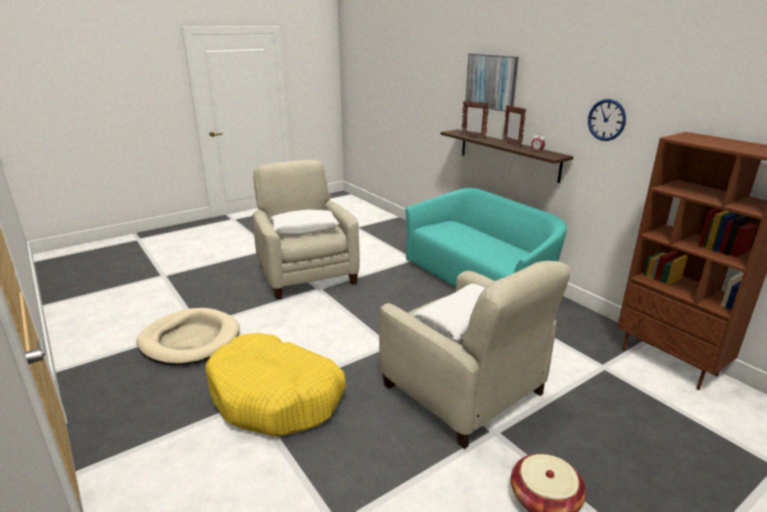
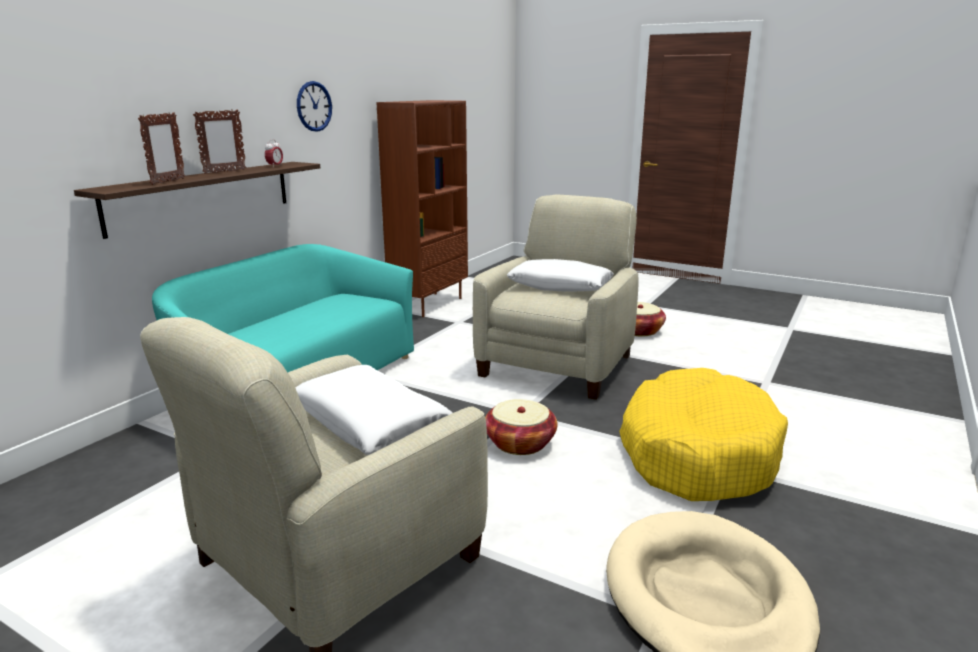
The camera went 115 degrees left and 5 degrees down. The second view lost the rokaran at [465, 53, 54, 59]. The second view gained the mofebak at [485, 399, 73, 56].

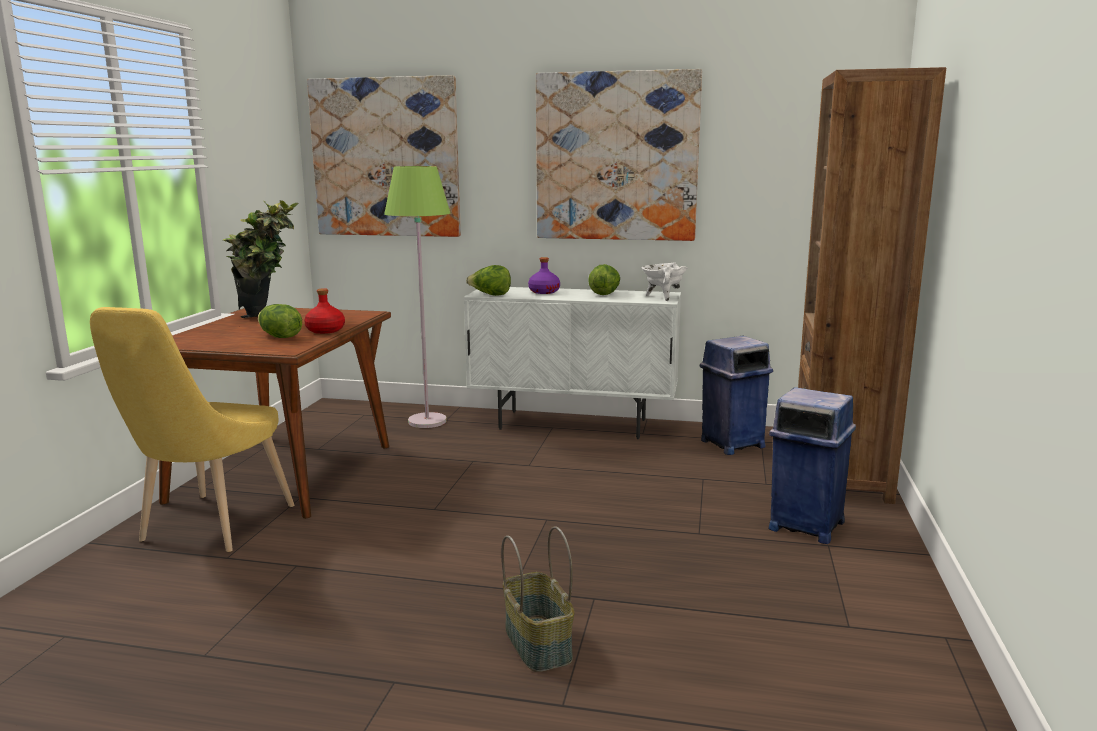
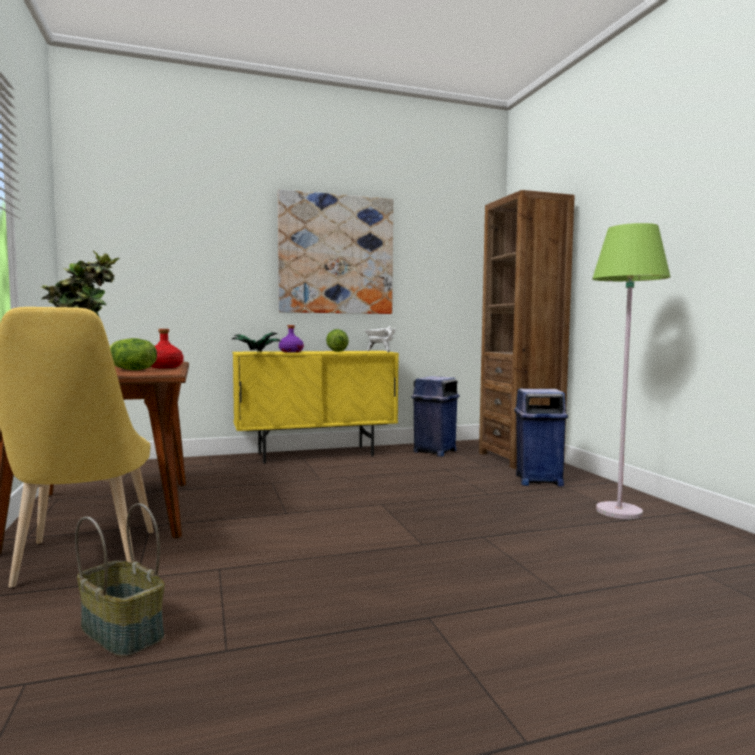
The camera went 30 degrees left and 10 degrees down. The second view lost the rokaran at [307, 75, 154, 162]. The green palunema ended up elsewhere, having gone from [384, 166, 66, 262] to [592, 223, 79, 296]. Where the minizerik stood at [466, 265, 45, 31], the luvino came to stand at [232, 332, 49, 21]. What was the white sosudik at [464, 287, 217, 152] turned into the yellow sosudik at [232, 351, 167, 113]. The mofebak ended up elsewhere, having gone from [501, 527, 74, 145] to [75, 503, 90, 154].

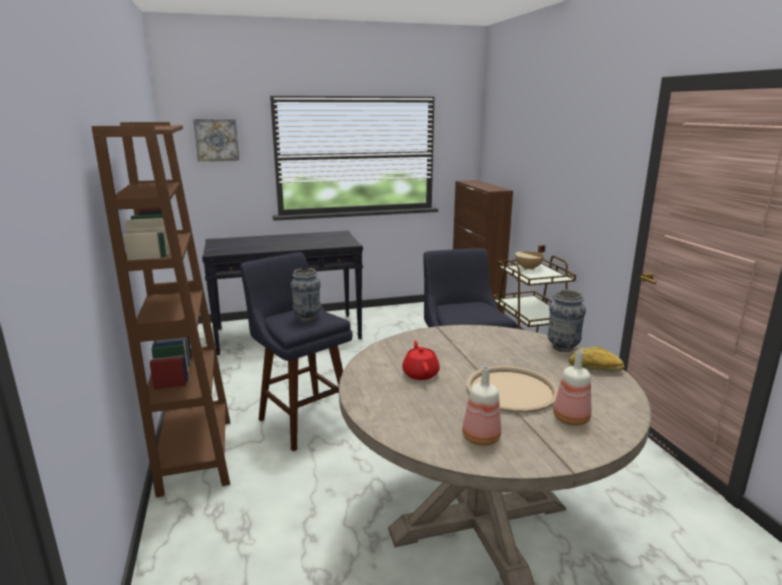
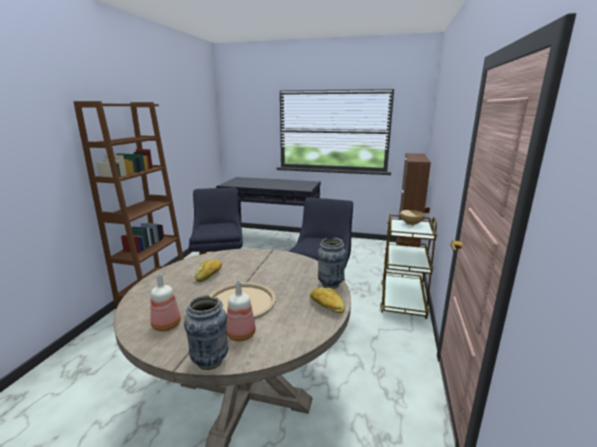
The camera went 30 degrees right and 0 degrees up. The second view lost the rokaran at [193, 119, 46, 43]. The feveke ended up elsewhere, having gone from [291, 268, 30, 53] to [184, 295, 44, 75]. Where the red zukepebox stood at [402, 340, 38, 40], the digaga came to stand at [195, 260, 27, 22].

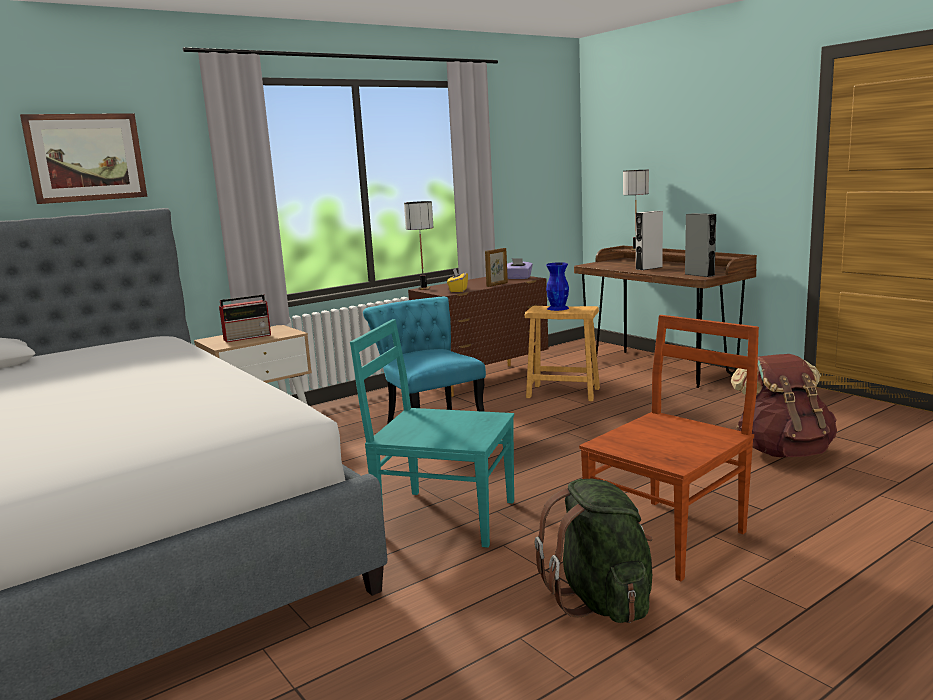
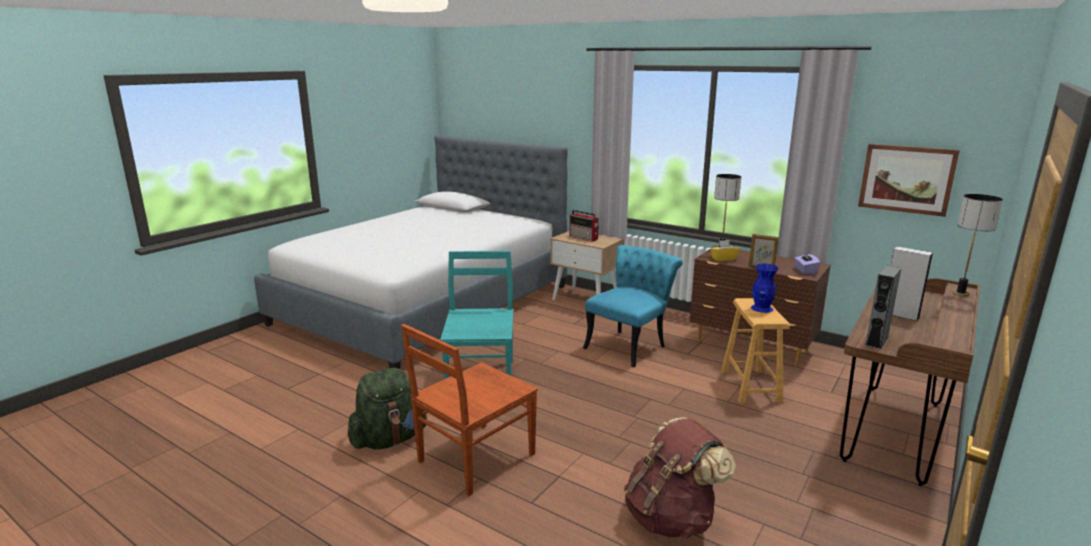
The camera went 70 degrees right and 5 degrees up. The rokaran ended up elsewhere, having gone from [20, 113, 127, 91] to [858, 144, 102, 73]. The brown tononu at [579, 315, 180, 267] ended up facing another way, 105 degrees clockwise from before.

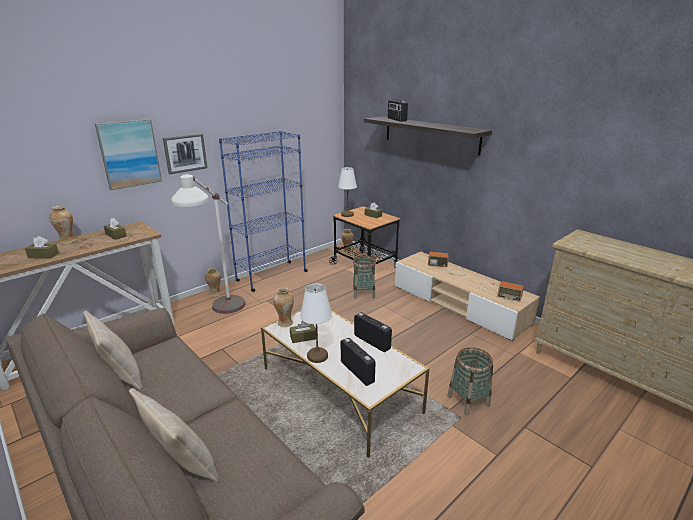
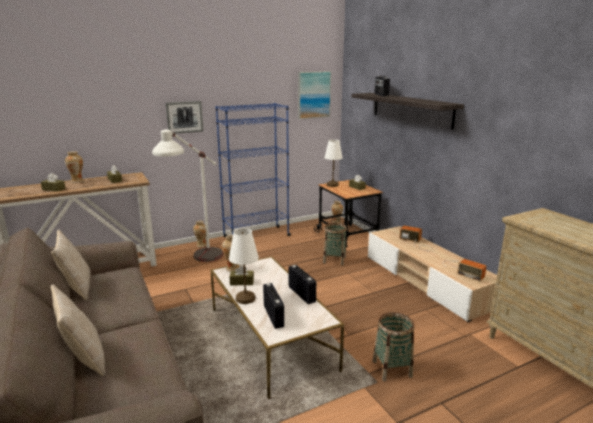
The camera went 15 degrees right and 5 degrees down. The rokaran ended up elsewhere, having gone from [95, 119, 67, 71] to [298, 71, 33, 48].

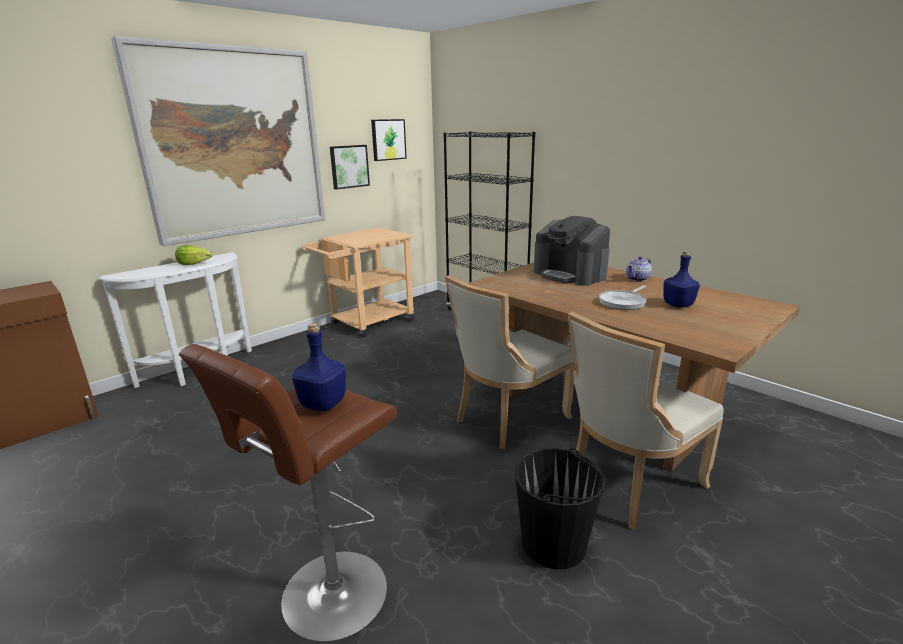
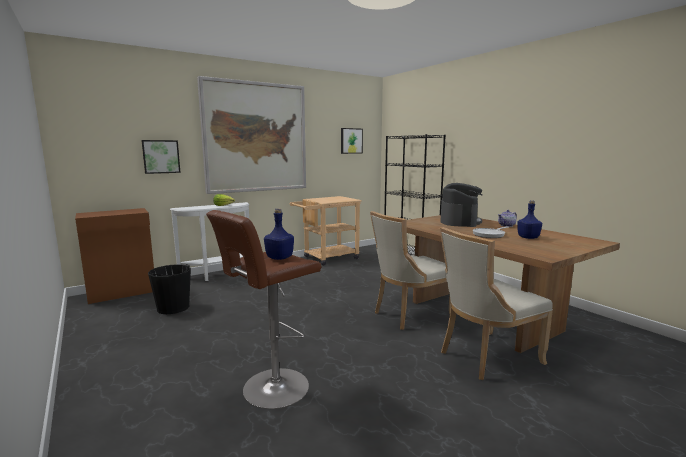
The camera went 10 degrees right and 10 degrees down. The rokaran ended up elsewhere, having gone from [330, 145, 40, 45] to [141, 140, 40, 34]. The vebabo at [534, 216, 76, 70] ended up facing another way, 135 degrees counterclockwise from before. The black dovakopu ended up elsewhere, having gone from [515, 448, 92, 122] to [148, 264, 43, 50].

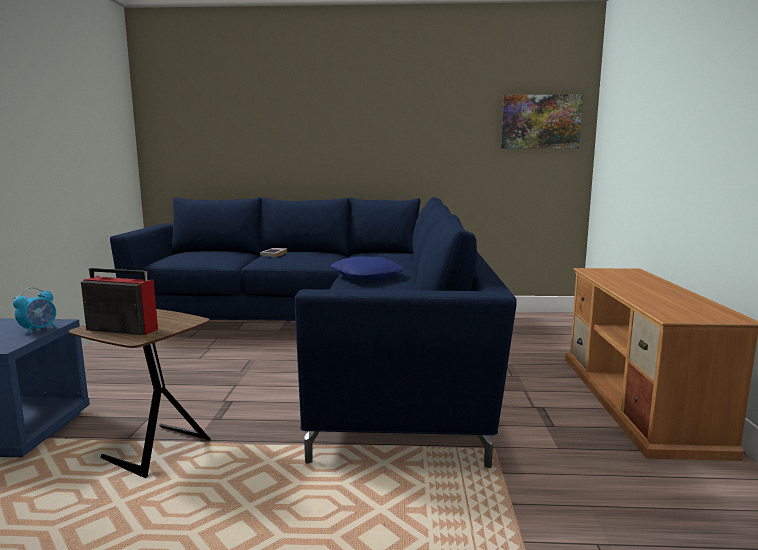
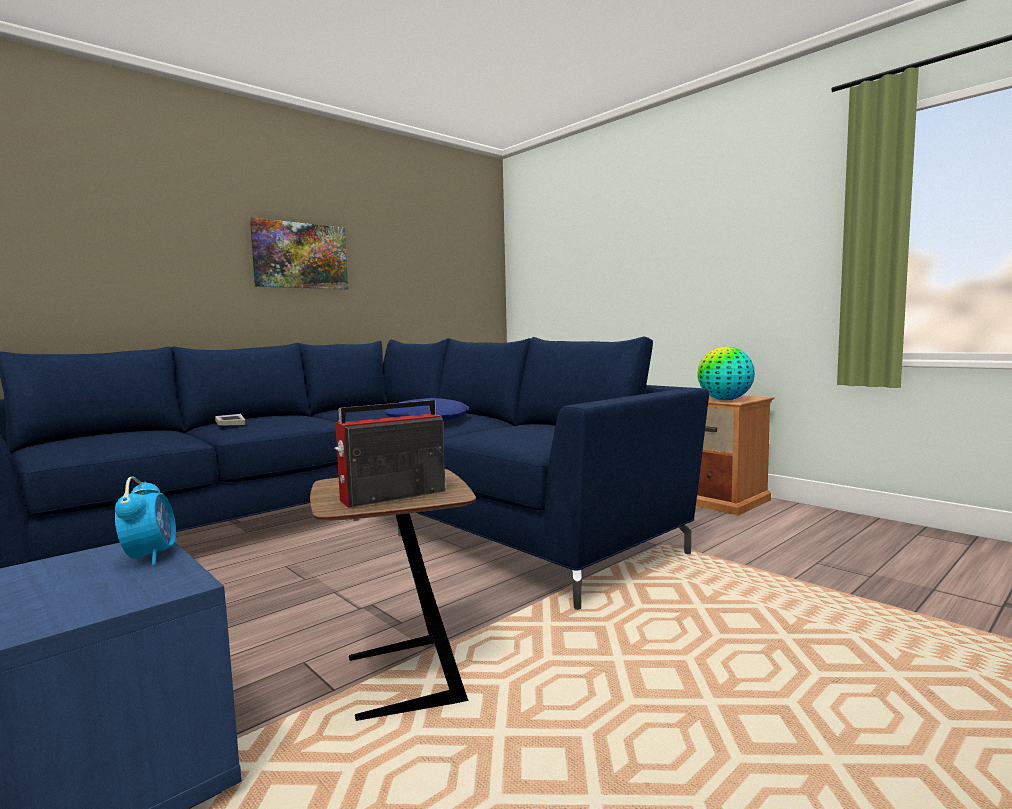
The camera went 45 degrees left and 5 degrees down. The rokaran ended up elsewhere, having gone from [501, 94, 82, 54] to [250, 218, 98, 72]. The second view gained the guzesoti at [697, 346, 58, 54].

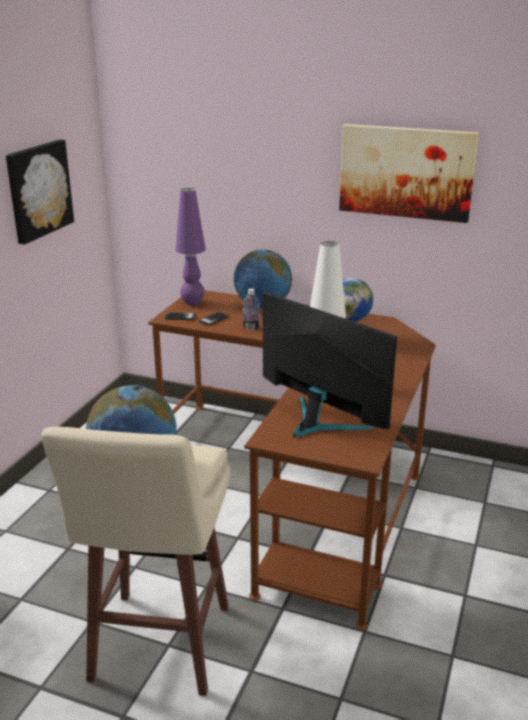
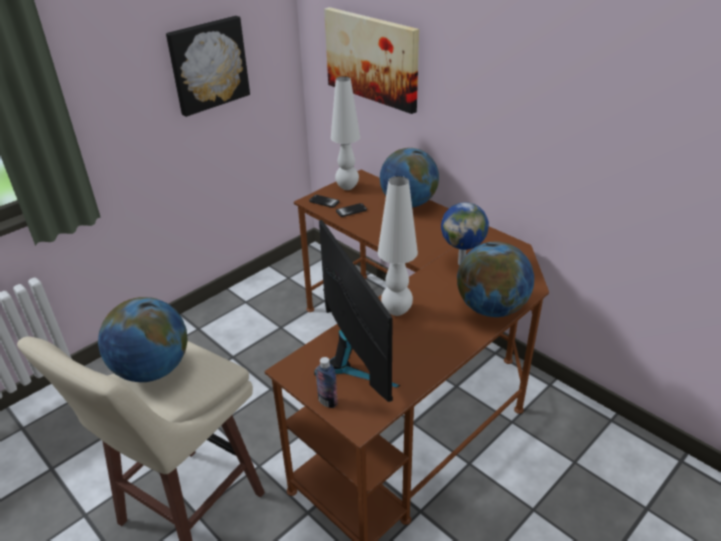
The camera went 25 degrees right and 10 degrees up. The rokaran ended up elsewhere, having gone from [339, 124, 140, 99] to [324, 7, 95, 107]. What was the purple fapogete at [175, 188, 31, 118] turned into the white fapogete at [331, 76, 29, 114]. The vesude ended up elsewhere, having gone from [243, 288, 17, 42] to [316, 357, 22, 51]. The second view gained the guzesoti at [457, 241, 77, 76].

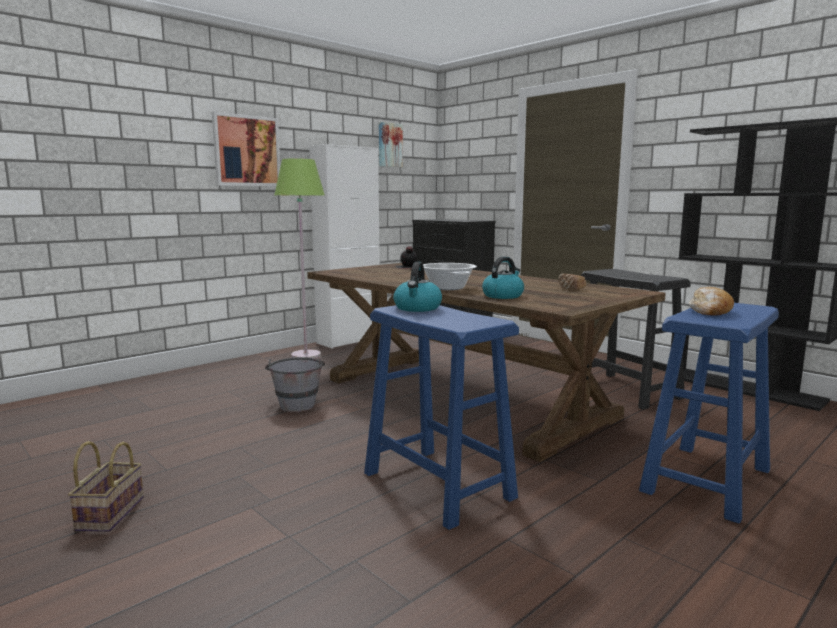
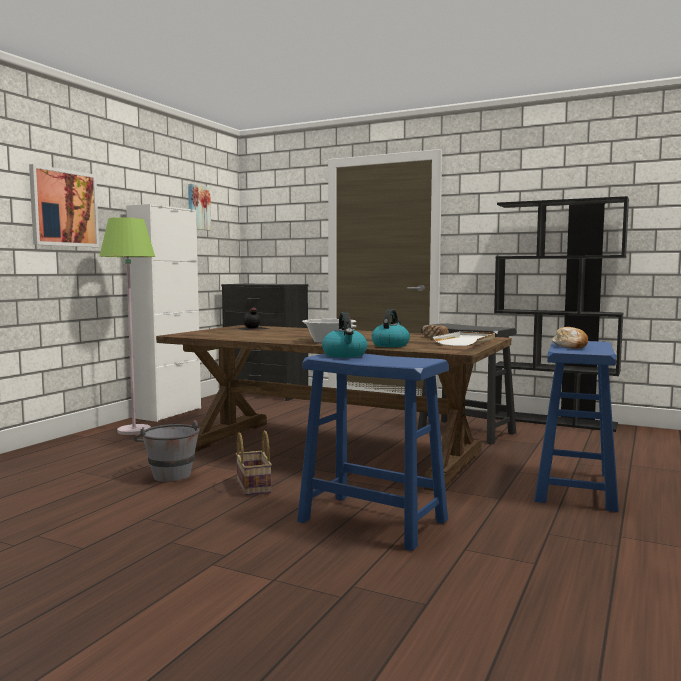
The camera went 20 degrees left and 5 degrees down. The mofebak ended up elsewhere, having gone from [68, 441, 76, 91] to [236, 430, 36, 66]. The second view gained the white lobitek at [433, 331, 62, 15].

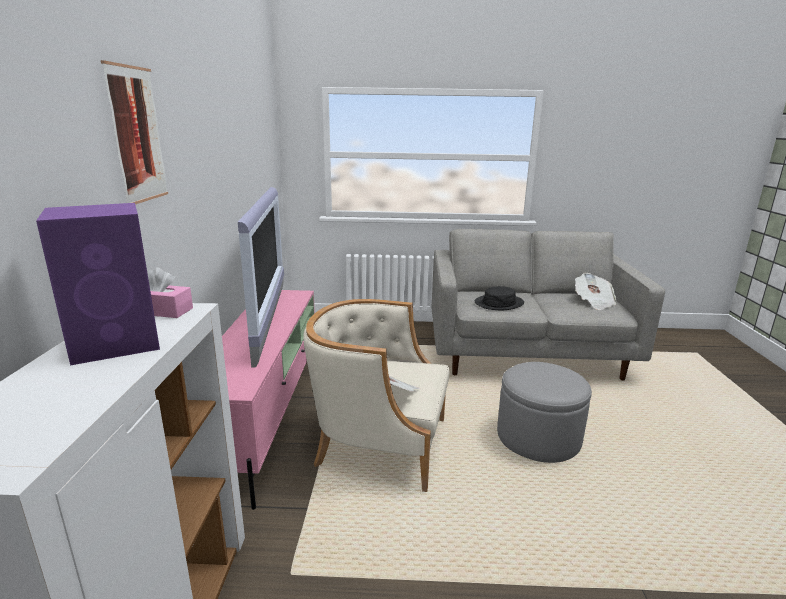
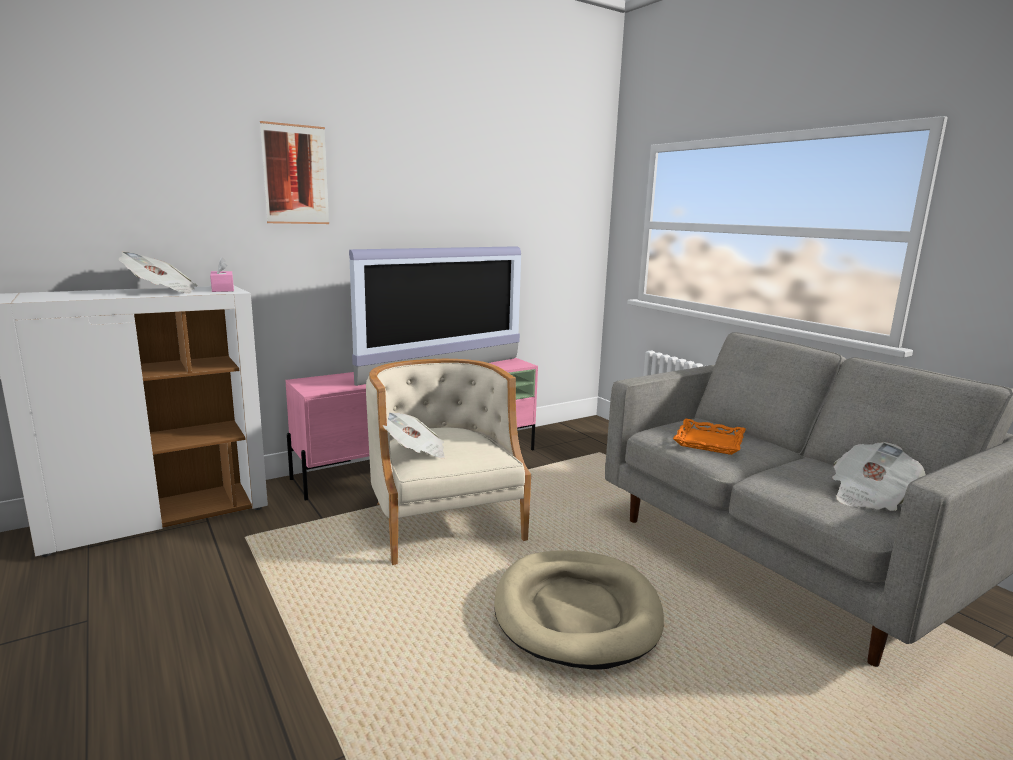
The camera went 55 degrees right and 5 degrees down. Where the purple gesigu stood at [36, 203, 124, 162], the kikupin came to stand at [118, 251, 79, 43]. Where the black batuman stood at [475, 286, 49, 24], the orange lobitek came to stand at [673, 419, 73, 36]. Where the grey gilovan stood at [497, 362, 95, 101], the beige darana came to stand at [494, 551, 170, 119].

